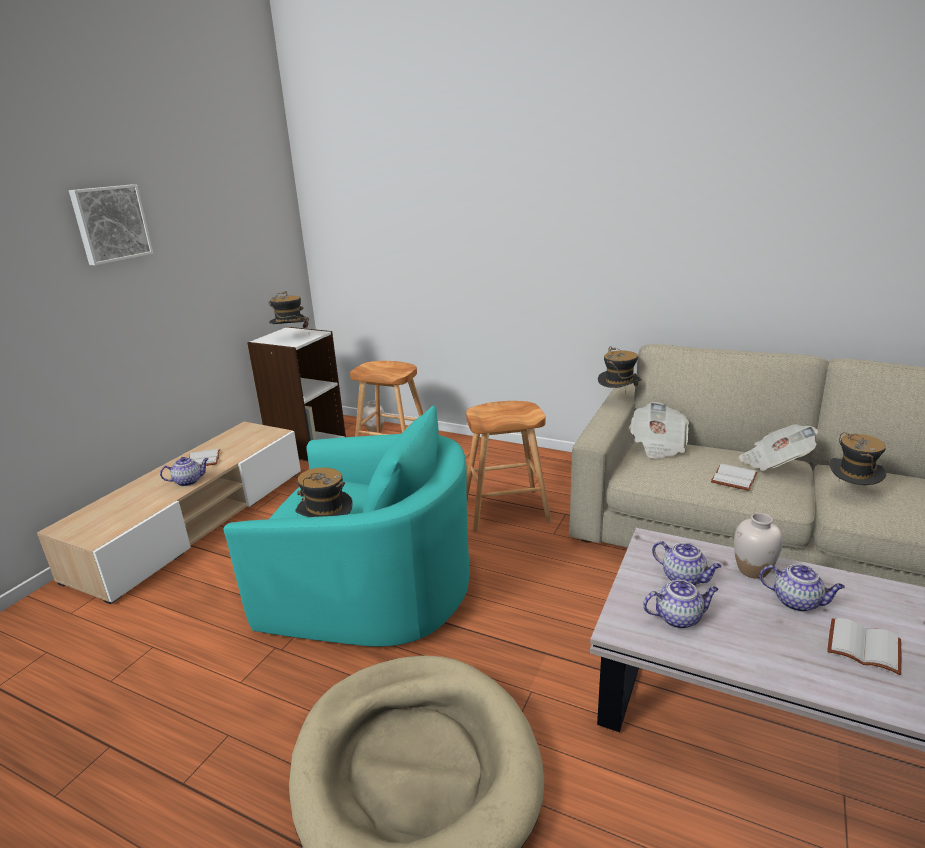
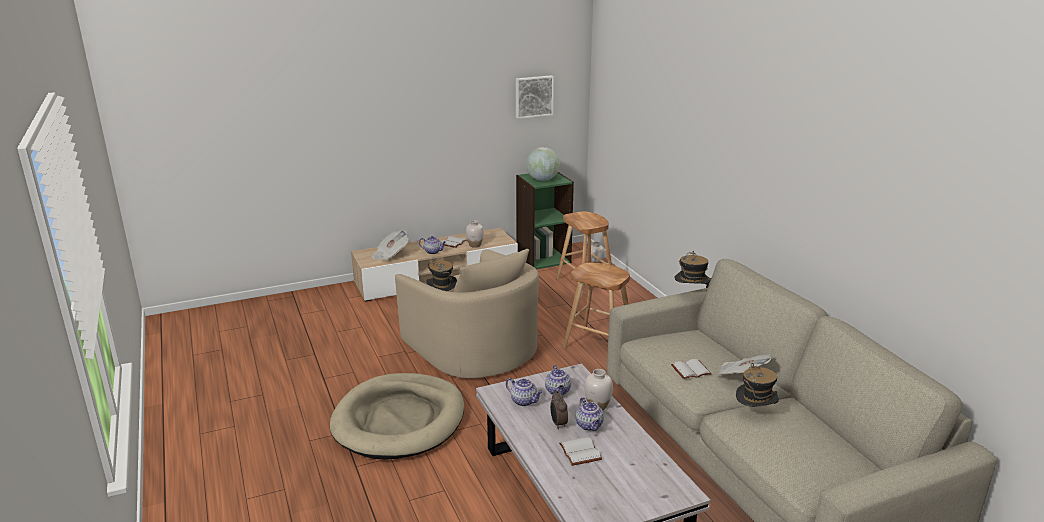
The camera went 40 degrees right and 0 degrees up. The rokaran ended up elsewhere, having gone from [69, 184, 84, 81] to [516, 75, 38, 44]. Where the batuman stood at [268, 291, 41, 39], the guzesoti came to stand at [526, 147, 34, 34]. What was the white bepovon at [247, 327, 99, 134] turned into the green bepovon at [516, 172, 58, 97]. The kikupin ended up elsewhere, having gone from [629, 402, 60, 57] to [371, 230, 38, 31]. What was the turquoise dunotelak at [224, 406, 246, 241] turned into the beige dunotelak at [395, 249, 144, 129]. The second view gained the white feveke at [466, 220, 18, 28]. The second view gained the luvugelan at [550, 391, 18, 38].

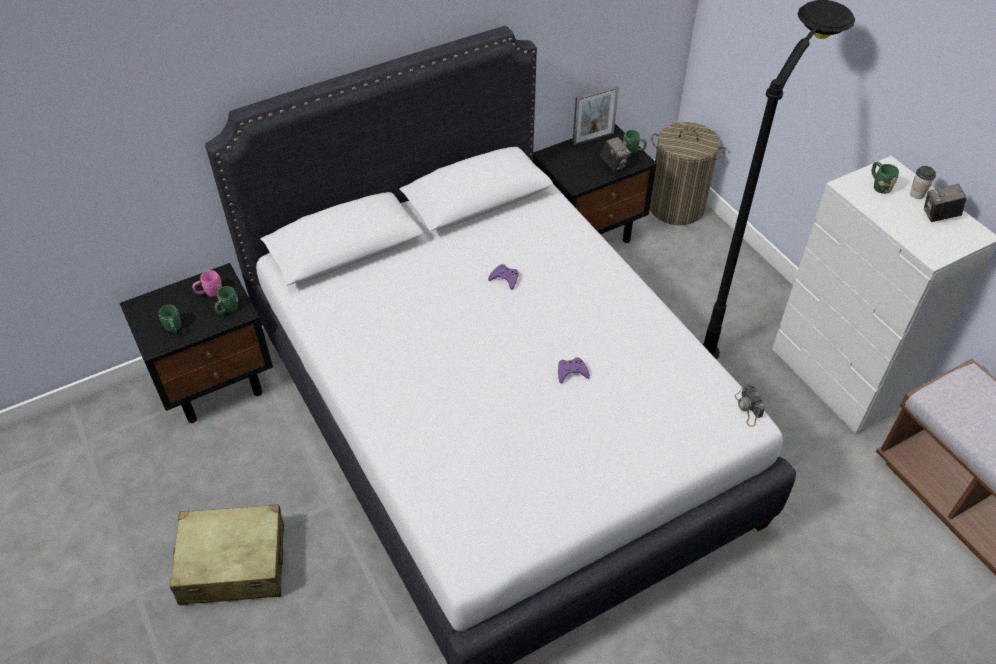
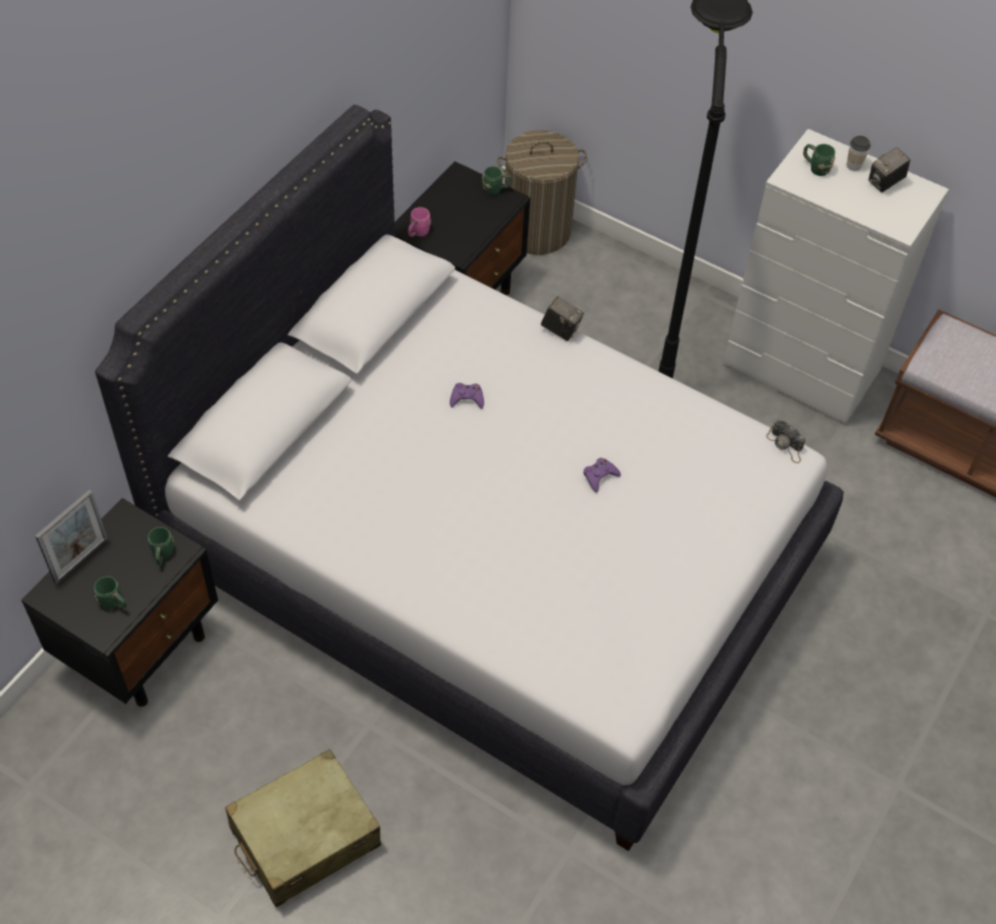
The camera went 30 degrees left and 5 degrees up. The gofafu ended up elsewhere, having gone from [572, 85, 47, 60] to [35, 490, 73, 94]. The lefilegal ended up elsewhere, having gone from [601, 137, 30, 34] to [541, 296, 43, 45]. The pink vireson ended up elsewhere, having gone from [192, 270, 30, 27] to [408, 207, 23, 30].

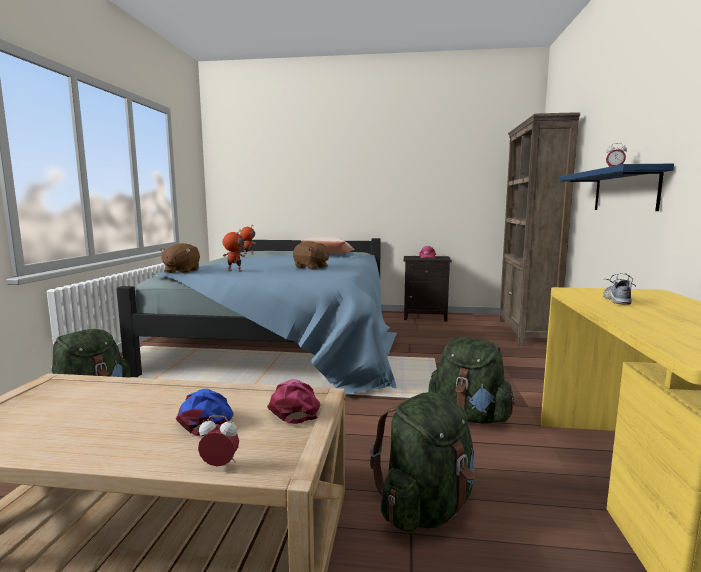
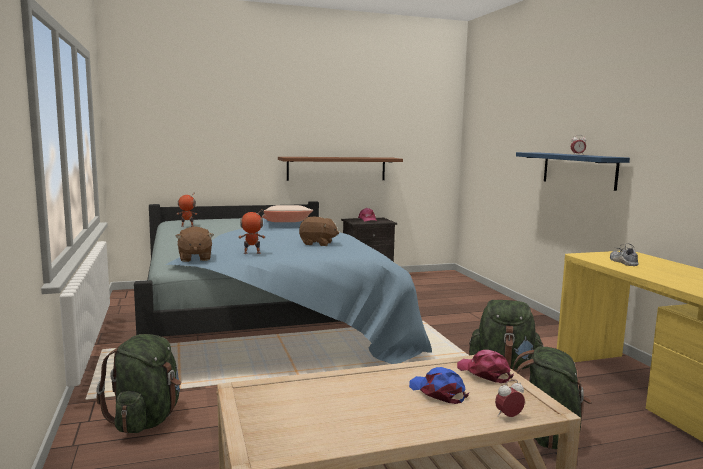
The camera went 25 degrees left and 0 degrees up. The second view lost the brown bepovon at [499, 112, 81, 234]. The second view gained the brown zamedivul at [278, 157, 125, 24].

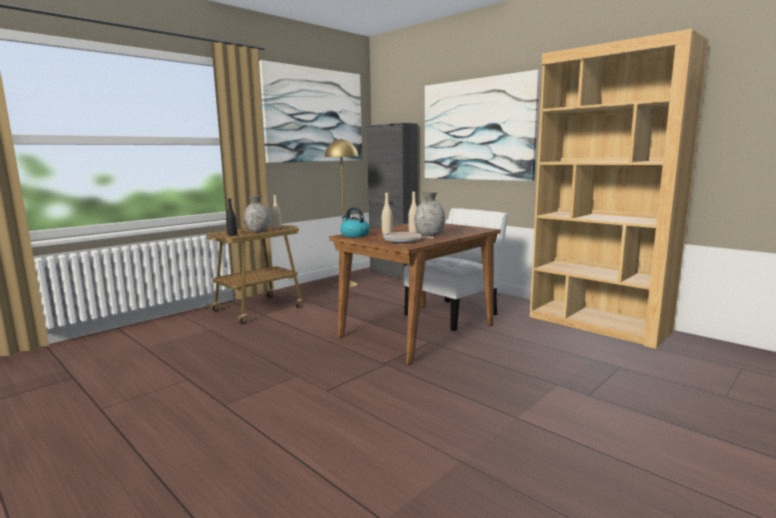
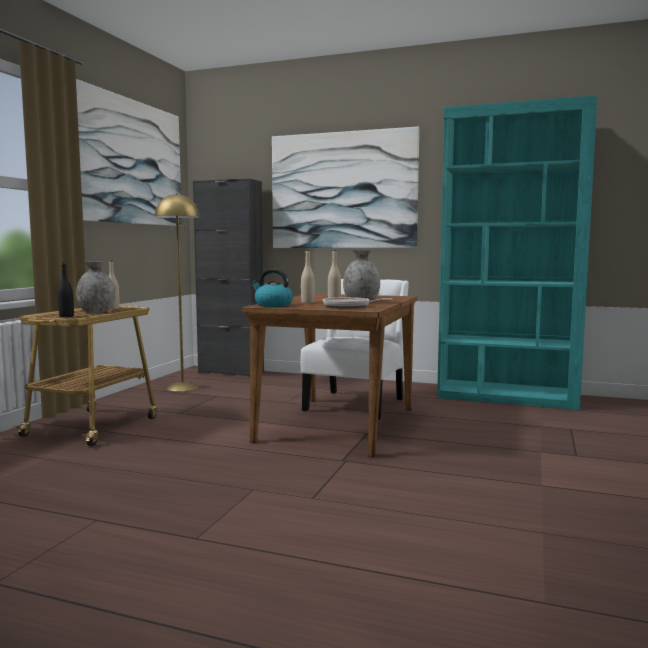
The camera went 25 degrees left and 5 degrees down. What was the brown bepovon at [530, 29, 179, 320] turned into the turquoise bepovon at [437, 95, 160, 316].

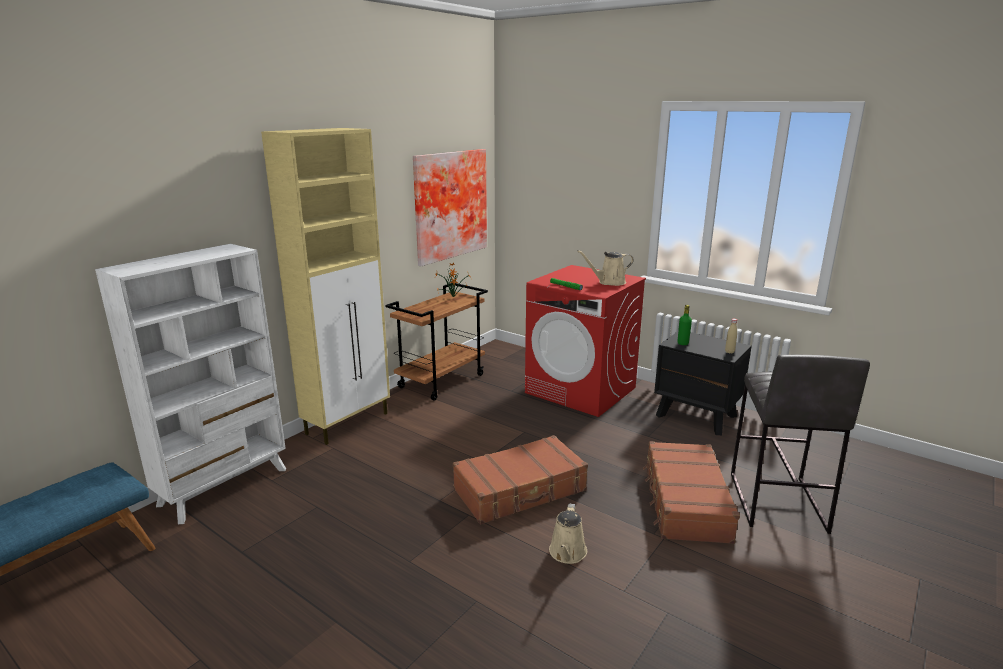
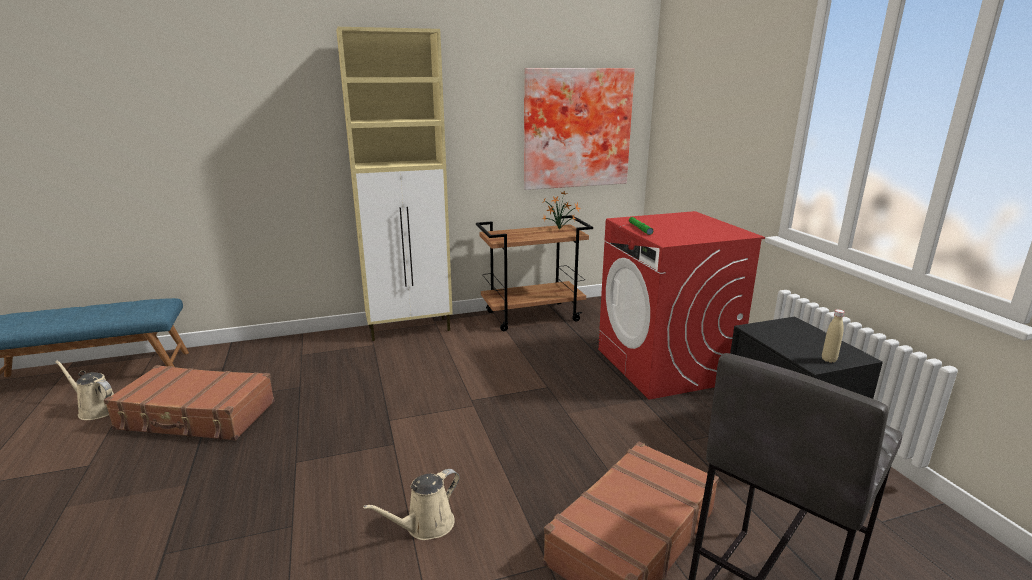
The camera went 35 degrees right and 0 degrees up. The second view lost the white bepovon at [95, 244, 191, 280]. The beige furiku ended up elsewhere, having gone from [577, 250, 57, 36] to [55, 360, 59, 60]. The second view lost the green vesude at [678, 305, 14, 40]. The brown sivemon ended up elsewhere, having gone from [453, 435, 135, 89] to [104, 365, 171, 76].

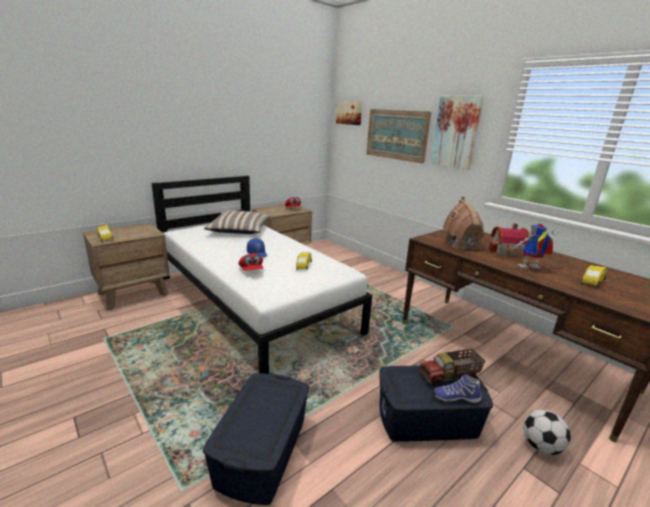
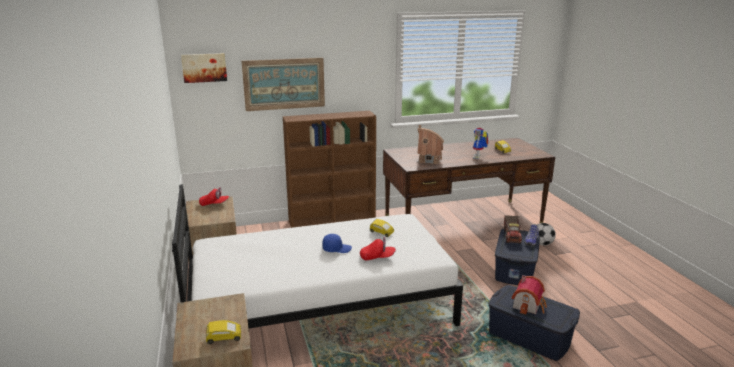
The camera went 65 degrees left and 0 degrees up. The second view lost the rokaran at [430, 96, 54, 74]. The second view lost the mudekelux at [204, 211, 66, 23]. The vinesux ended up elsewhere, having gone from [489, 223, 40, 36] to [511, 275, 36, 40]. The second view gained the brown bepovon at [283, 111, 93, 117].

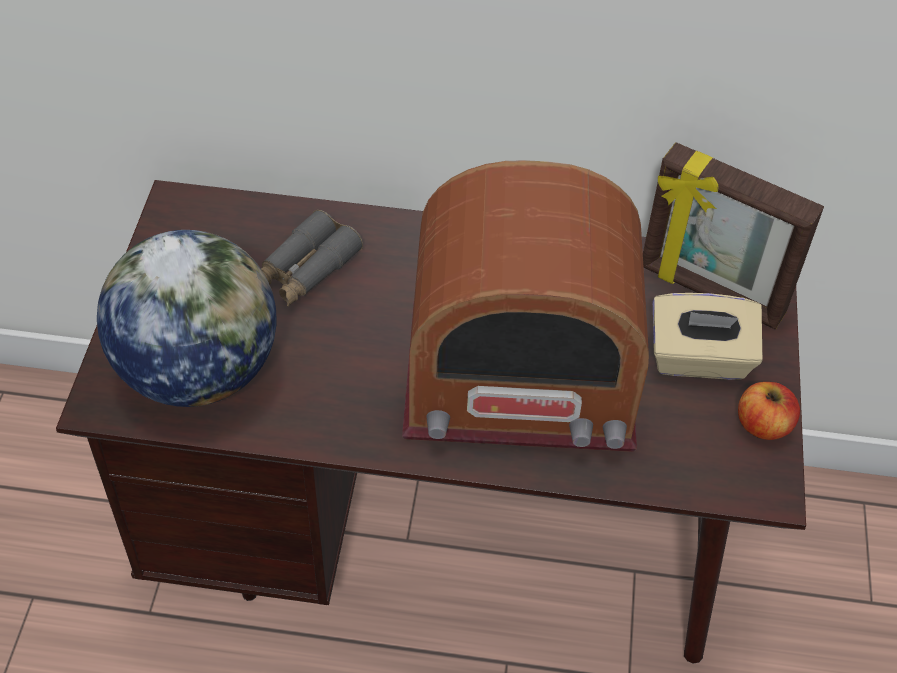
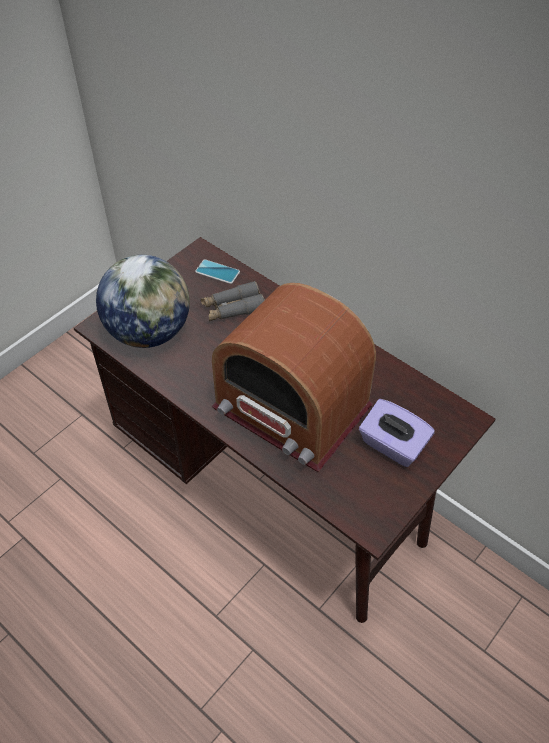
The camera went 35 degrees right and 0 degrees up. The second view lost the gofafu at [643, 142, 181, 187]. What was the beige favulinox at [653, 293, 110, 87] turned into the purple favulinox at [359, 399, 76, 68]. The second view lost the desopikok at [738, 382, 62, 58]. The second view gained the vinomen at [195, 259, 45, 25].

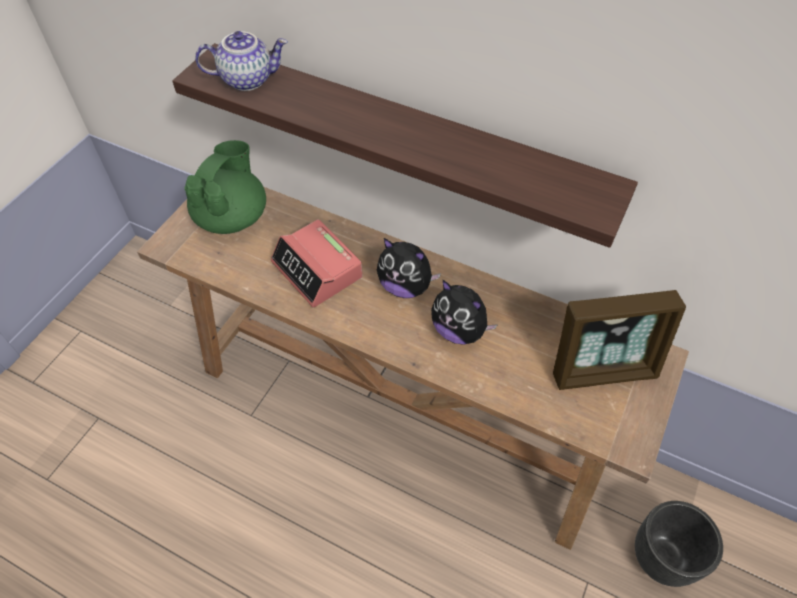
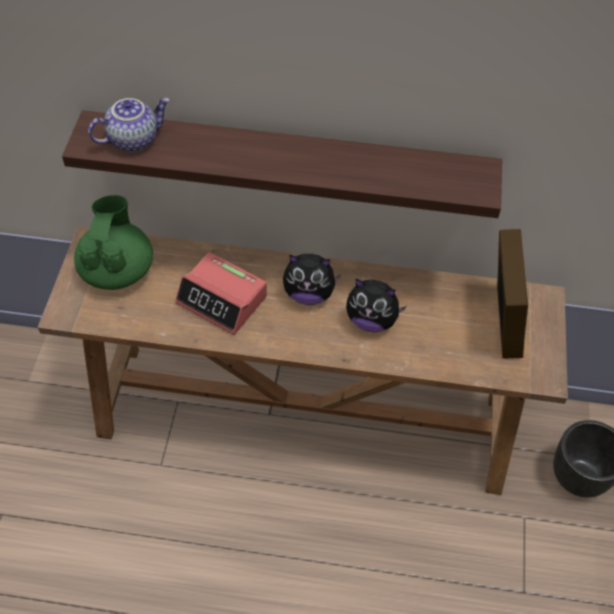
The camera went 20 degrees left and 0 degrees up. The gofafu at [553, 290, 133, 100] ended up facing another way, 60 degrees counterclockwise from before.

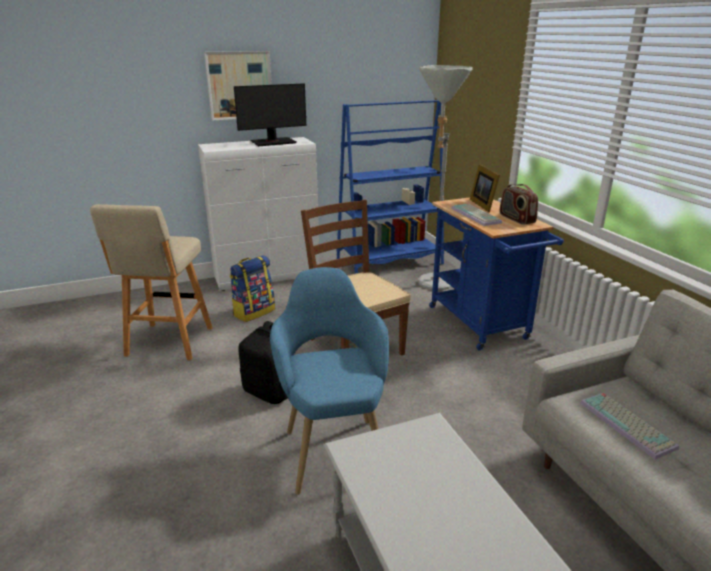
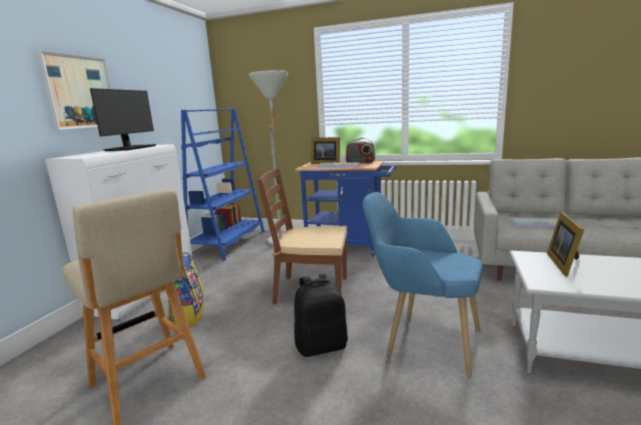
The camera went 50 degrees left and 10 degrees down. The second view gained the gofafu at [547, 212, 37, 65].

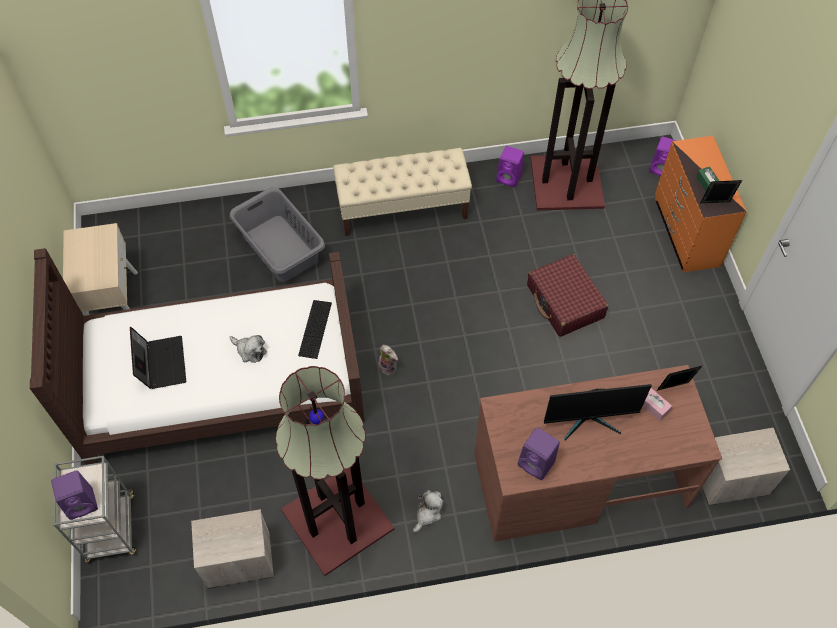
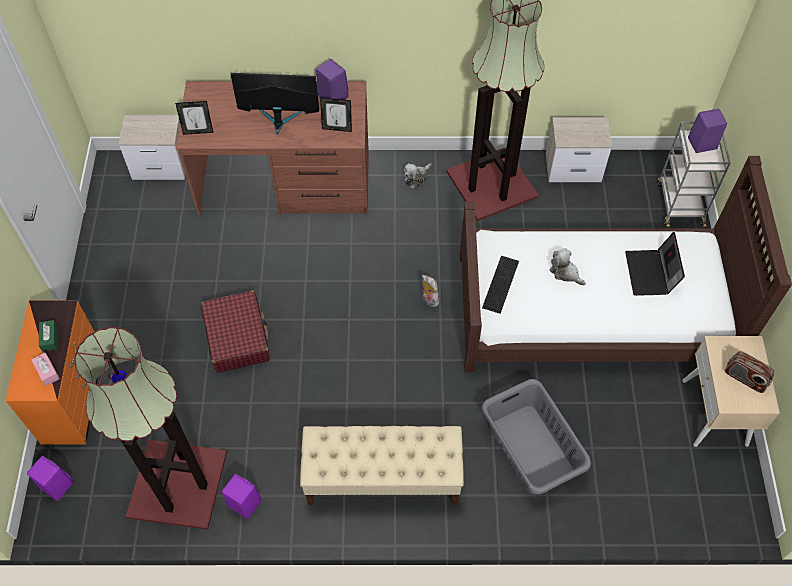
The camera went 170 degrees left and 0 degrees up. The gofafu ended up elsewhere, having gone from [700, 180, 42, 23] to [320, 97, 32, 35]. The pink favulinox ended up elsewhere, having gone from [643, 388, 29, 32] to [31, 353, 29, 33]. The second view gained the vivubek at [724, 351, 50, 42].

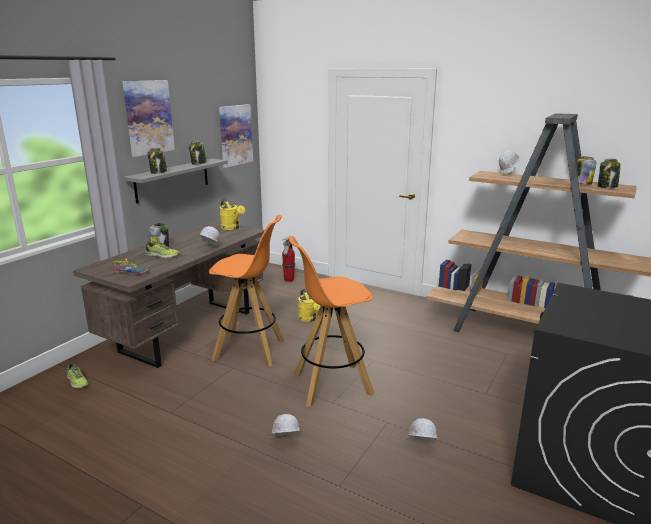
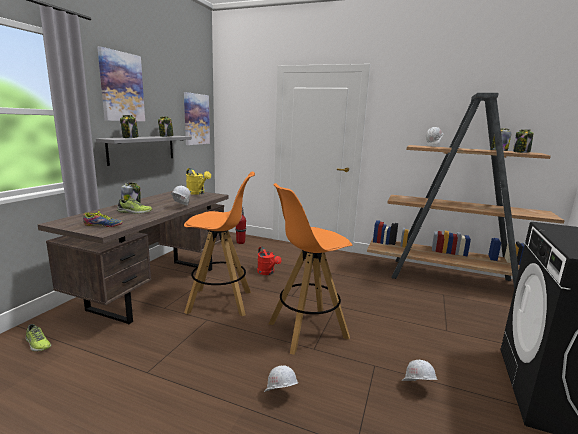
The camera went 10 degrees left and 5 degrees down. What was the yellow furiku at [298, 289, 23, 33] turned into the red furiku at [257, 247, 24, 28].

